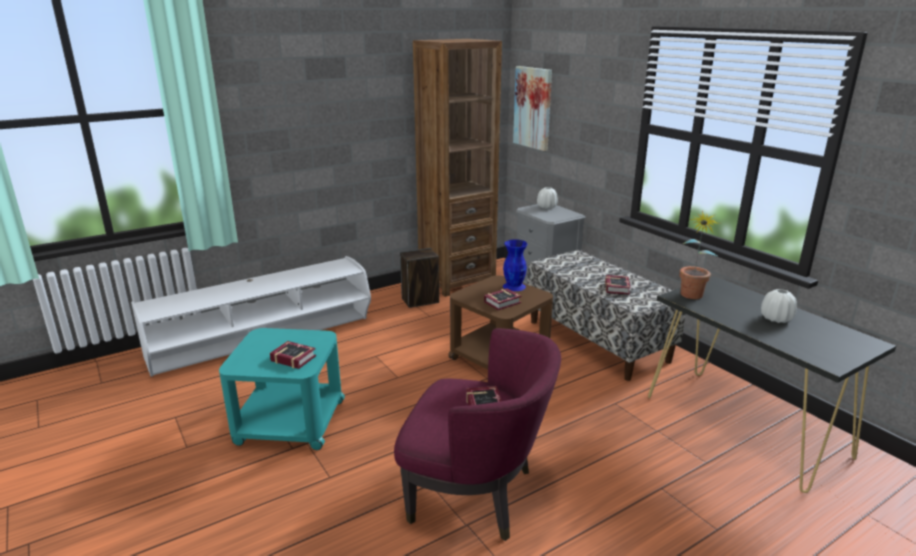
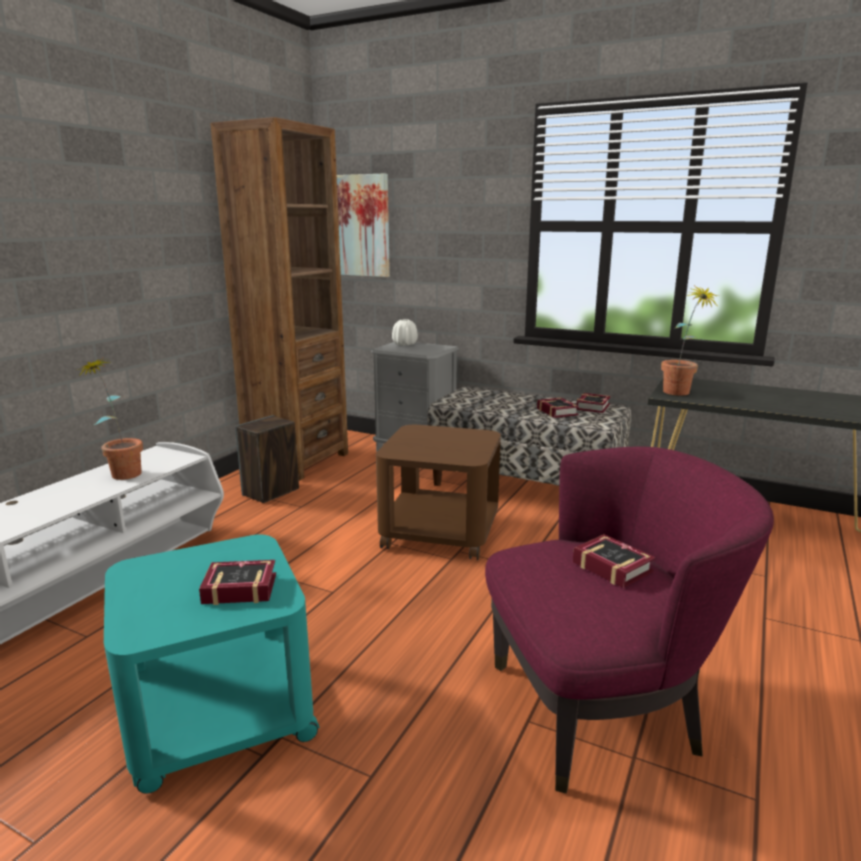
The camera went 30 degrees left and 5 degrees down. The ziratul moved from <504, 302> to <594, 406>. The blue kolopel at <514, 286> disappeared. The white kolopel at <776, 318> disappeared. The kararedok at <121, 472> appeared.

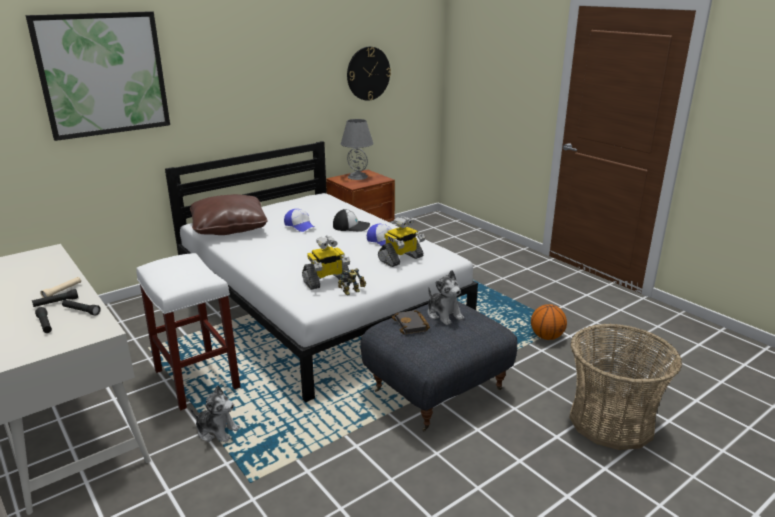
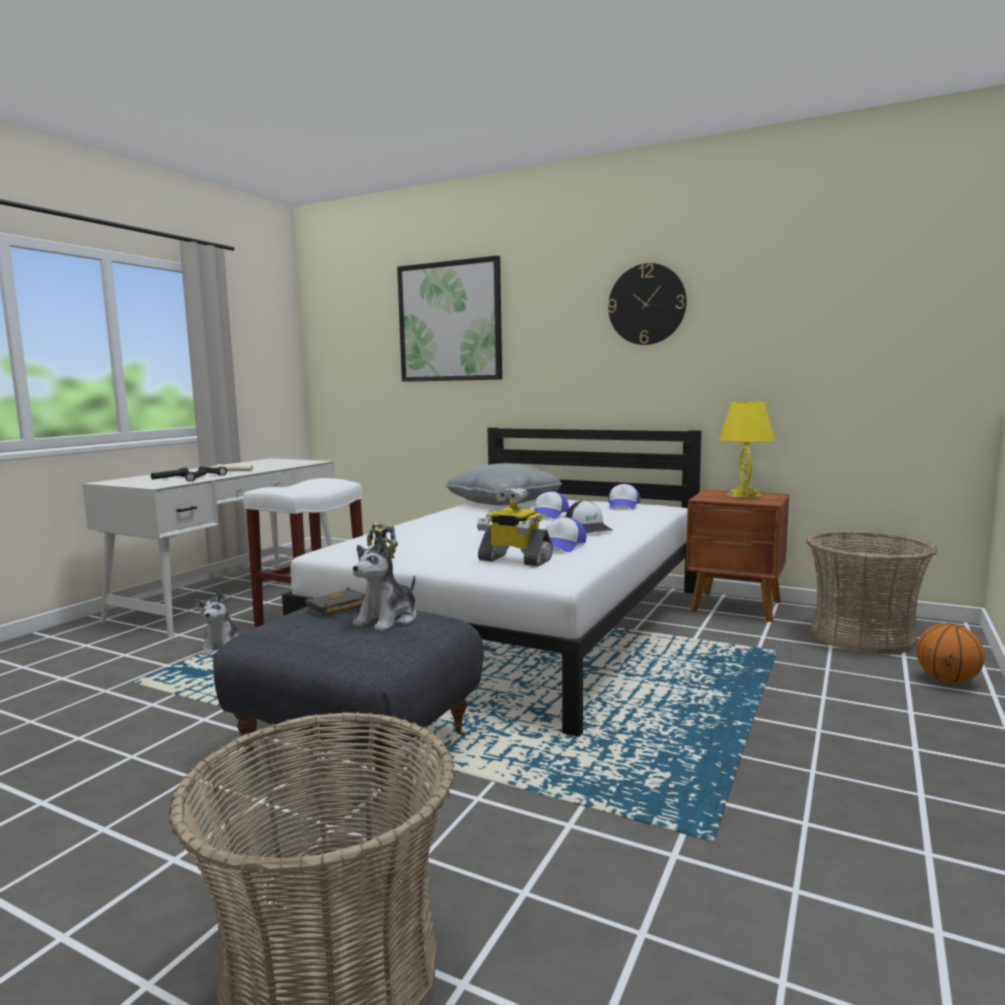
The camera went 65 degrees right and 15 degrees down. The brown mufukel at <229, 228> became the grey mufukel at <503, 503>. The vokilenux at <327, 281> disappeared. The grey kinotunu at <357, 177> became the yellow kinotunu at <743, 495>. The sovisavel moved from <368, 73> to <646, 304>. The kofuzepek moved from <546, 337> to <947, 680>. The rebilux at <623, 506> appeared. The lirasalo at <862, 636> appeared.

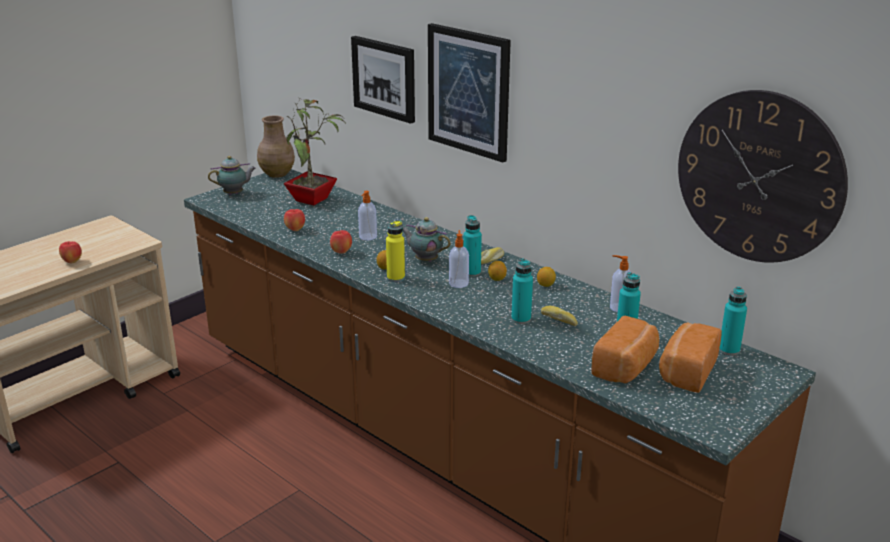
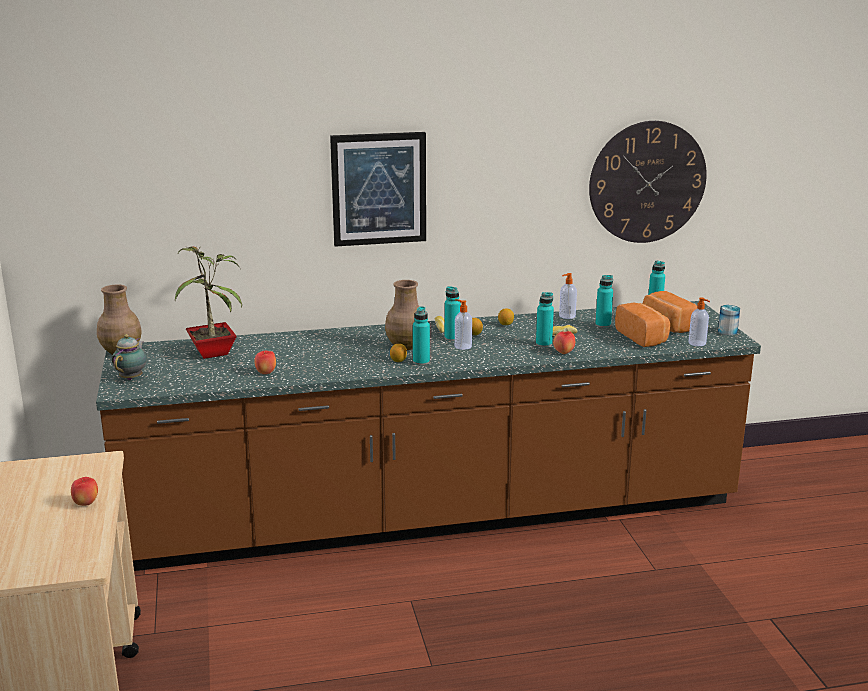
The camera went 55 degrees left and 5 degrees down. The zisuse moved from <341, 252> to <563, 353>. The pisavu at <385, 78> disappeared. The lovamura moved from <367, 237> to <697, 343>. The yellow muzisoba at <396, 278> became the turquoise muzisoba at <421, 362>. The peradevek at <425, 260> was replaced by the brown kolopel at <406, 345>. The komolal at <727, 332> appeared.

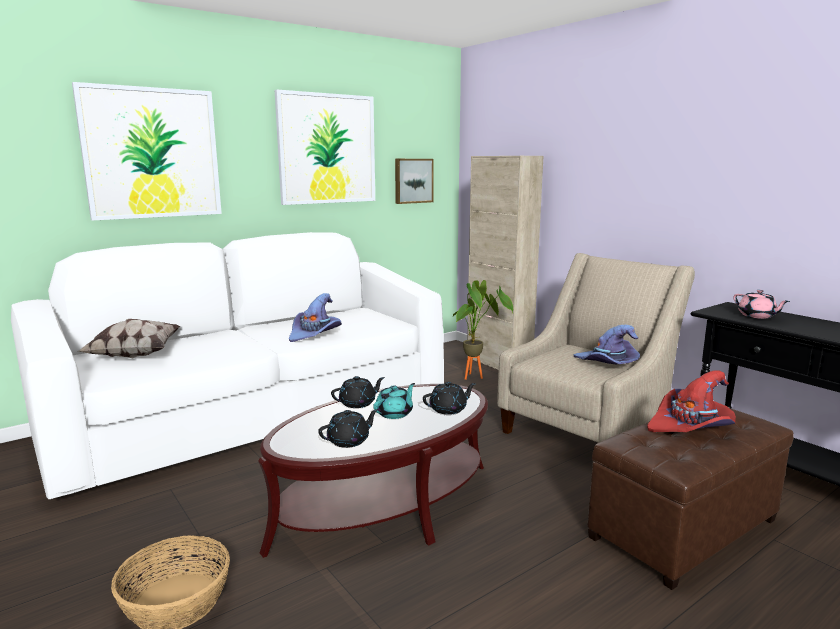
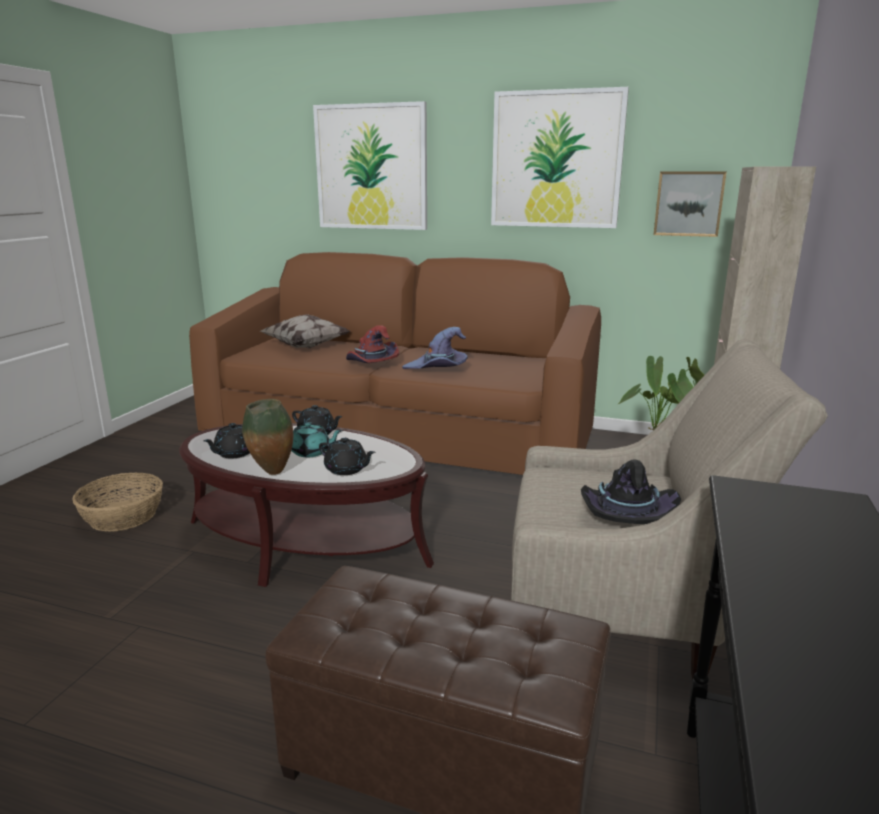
The camera went 55 degrees right and 5 degrees up. The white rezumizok at <256, 414> became the brown rezumizok at <398, 434>. The black peradevek at <349, 441> turned 105 degrees clockwise. The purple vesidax at <607, 364> became the black vesidax at <625, 516>. The red vesidax moved from <690, 426> to <370, 364>. The pink peradevek at <757, 316> disappeared. The kolopel at <272, 473> appeared.

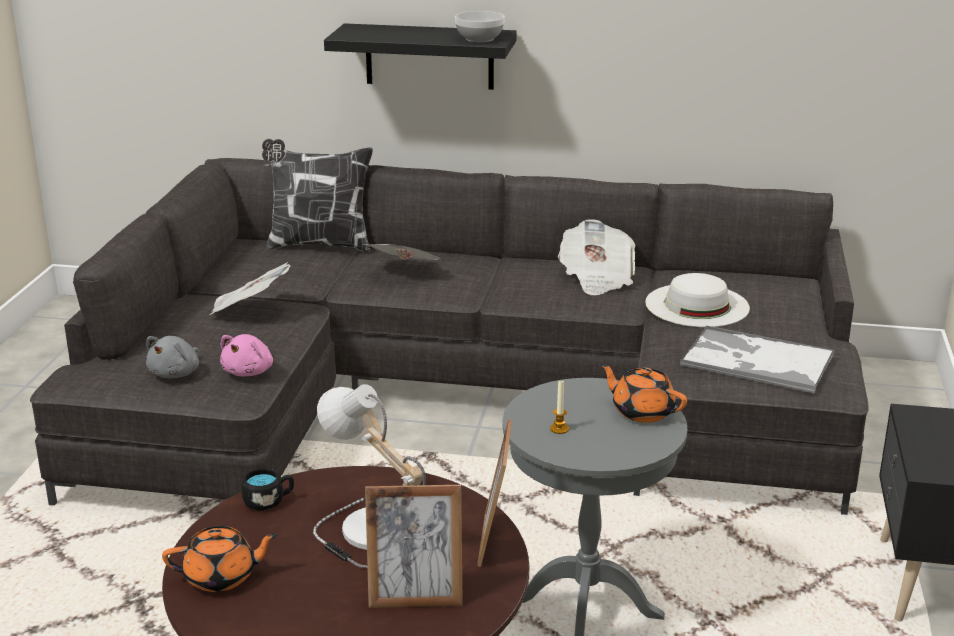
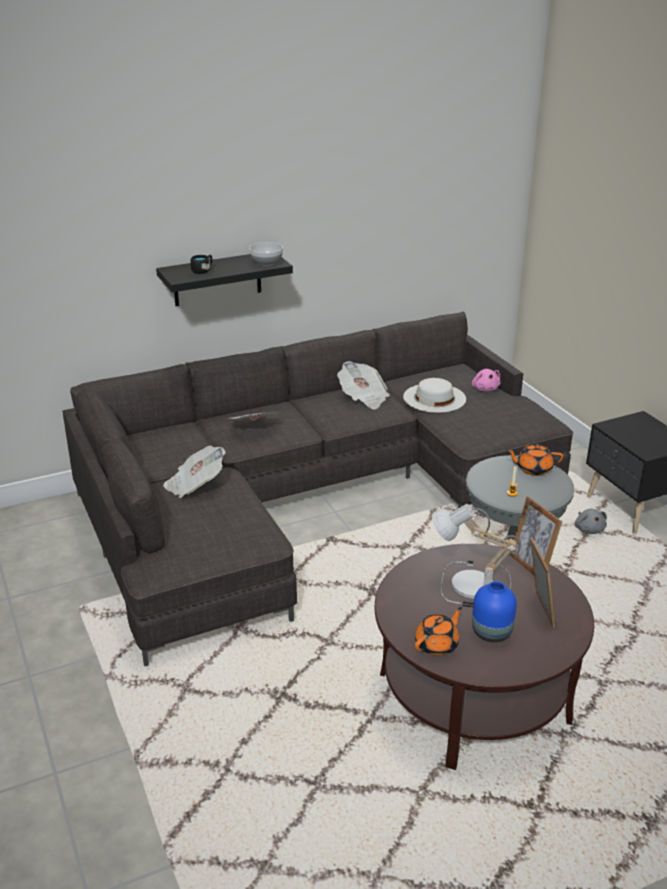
The camera went 35 degrees left and 5 degrees up. The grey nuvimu moved from <176, 373> to <589, 529>. The pink nuvimu moved from <249, 371> to <485, 389>. The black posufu moved from <269, 501> to <203, 270>. The mufukel at <318, 245> disappeared. The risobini at <415, 598> turned 60 degrees counterclockwise. The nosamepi at <755, 361> disappeared. The blue kolopel at <492, 632> appeared.

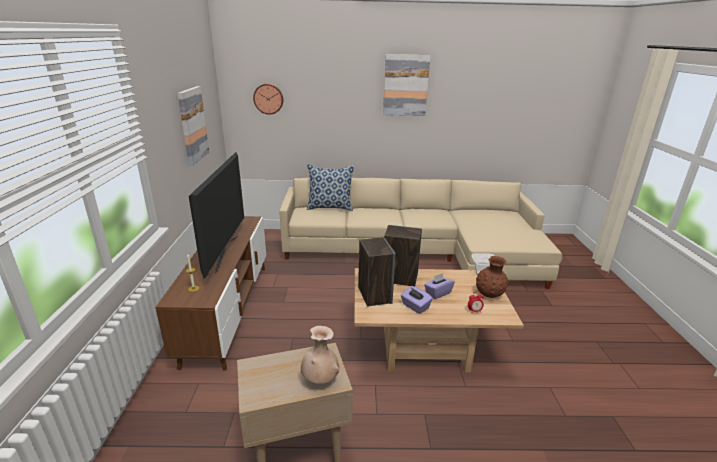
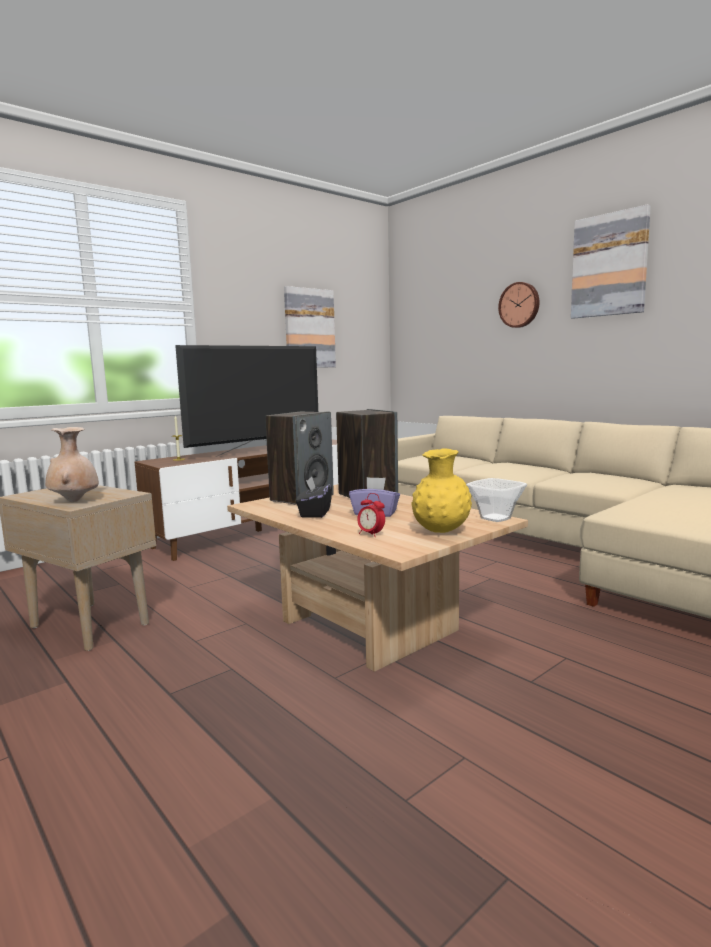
The camera went 50 degrees right and 15 degrees down. The sovisavel moved from <268, 98> to <520, 305>. The mufukel at <330, 207> disappeared. The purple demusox at <415, 306> became the black demusox at <314, 513>. The brown kolopel at <489, 295> became the yellow kolopel at <441, 531>.

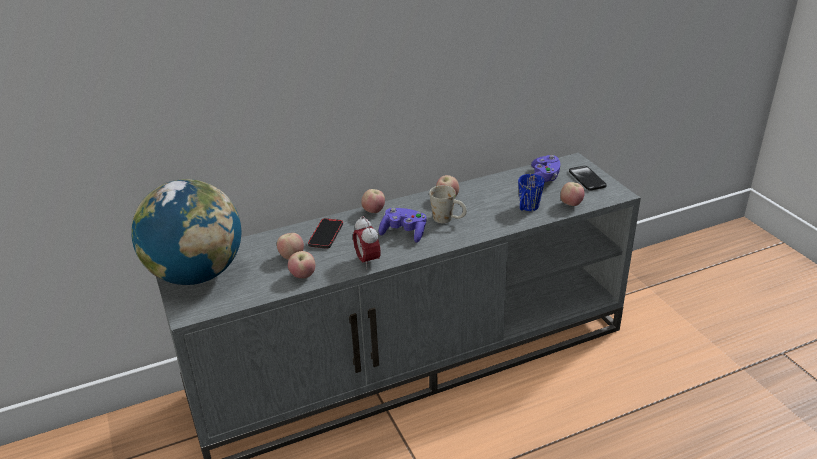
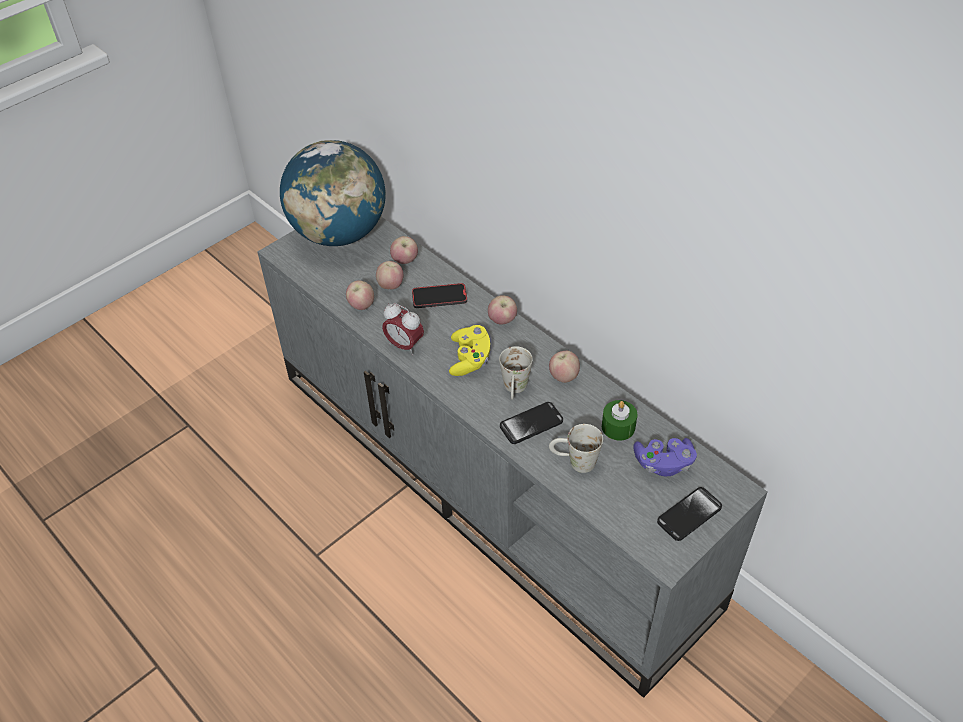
The camera went 70 degrees right and 15 degrees up. The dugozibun at <367, 261> turned 105 degrees counterclockwise. The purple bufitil at <404, 233> became the yellow bufitil at <470, 359>. The blue posufu at <527, 209> became the white posufu at <574, 462>. The zisuse moved from <571, 205> to <405, 261>. The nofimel at <531, 424> appeared. The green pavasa at <618, 427> appeared.

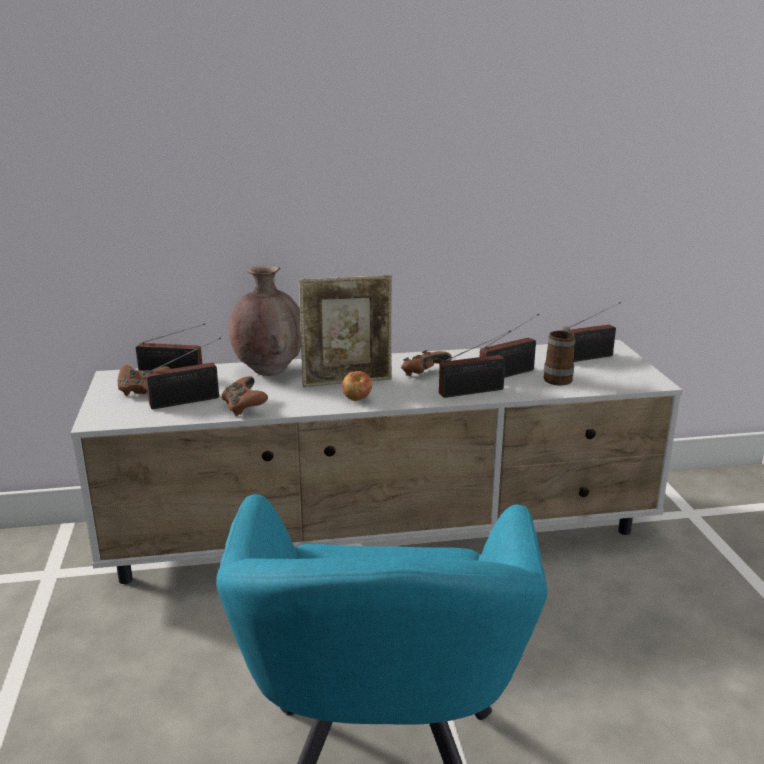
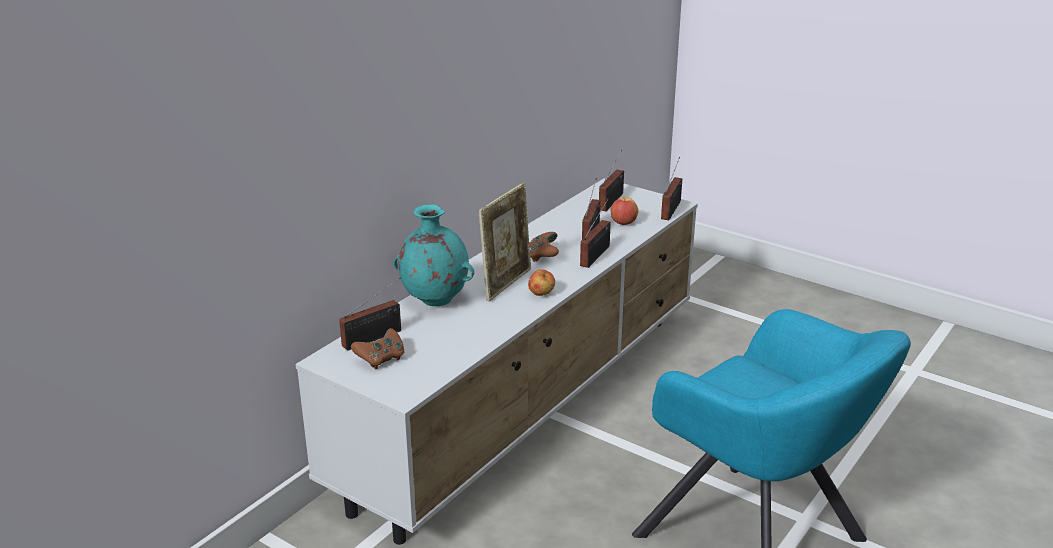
The camera went 45 degrees left and 5 degrees up. The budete moved from <188, 401> to <672, 209>. The brown bufitil at <244, 408> disappeared. The brown kolopel at <268, 371> became the turquoise kolopel at <434, 300>. The posufu at <559, 377> was replaced by the zisuse at <623, 223>.

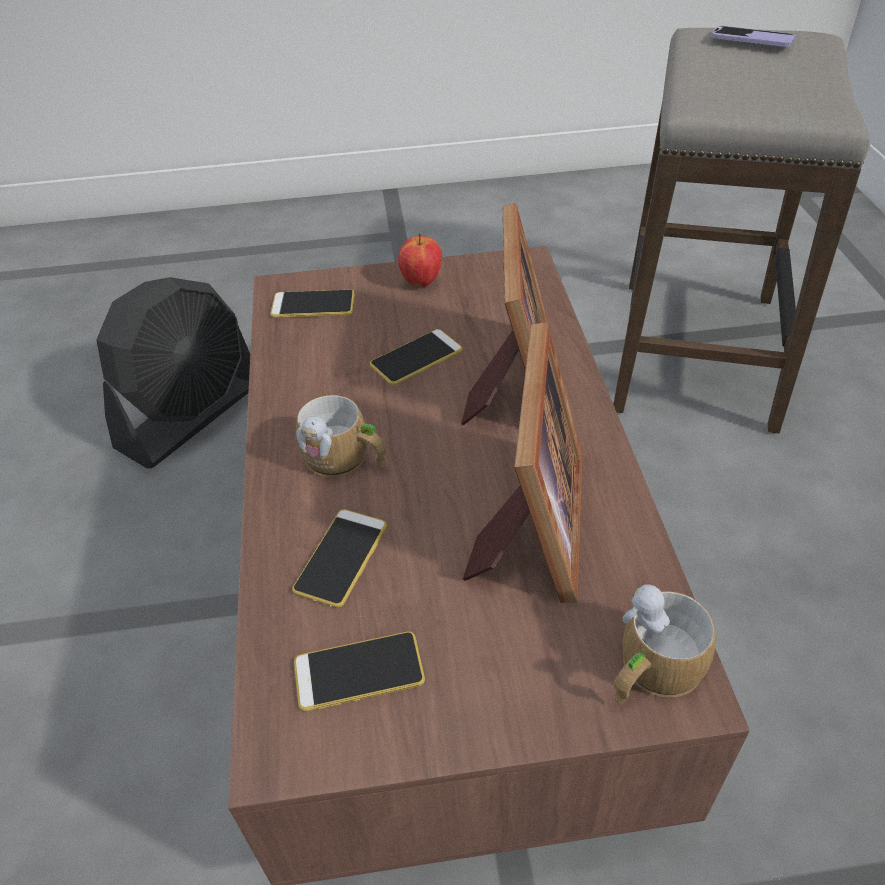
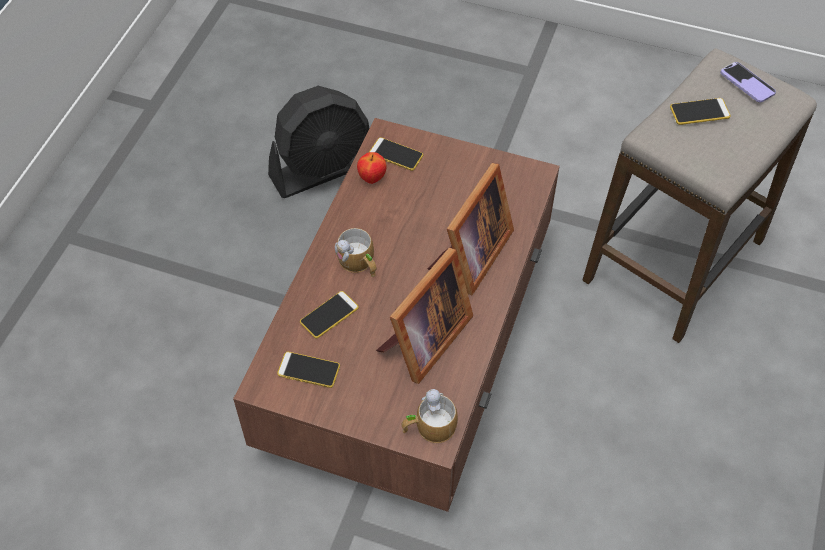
The camera went 25 degrees right and 10 degrees up. The nofimel moved from <416, 358> to <699, 112>. The zisuse moved from <421, 282> to <372, 178>.

